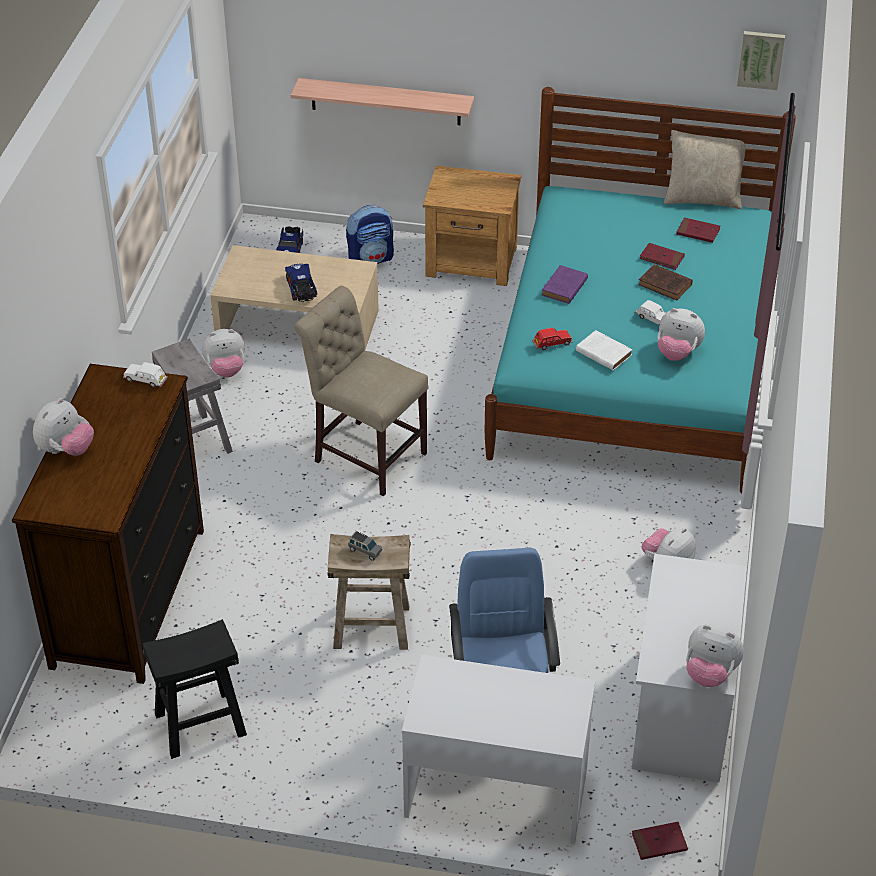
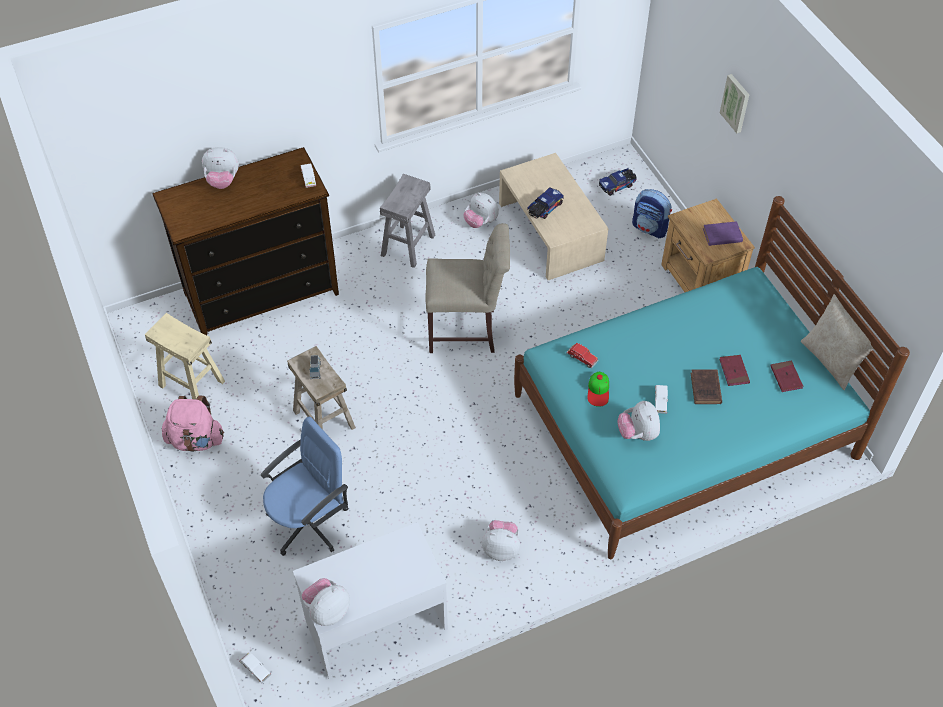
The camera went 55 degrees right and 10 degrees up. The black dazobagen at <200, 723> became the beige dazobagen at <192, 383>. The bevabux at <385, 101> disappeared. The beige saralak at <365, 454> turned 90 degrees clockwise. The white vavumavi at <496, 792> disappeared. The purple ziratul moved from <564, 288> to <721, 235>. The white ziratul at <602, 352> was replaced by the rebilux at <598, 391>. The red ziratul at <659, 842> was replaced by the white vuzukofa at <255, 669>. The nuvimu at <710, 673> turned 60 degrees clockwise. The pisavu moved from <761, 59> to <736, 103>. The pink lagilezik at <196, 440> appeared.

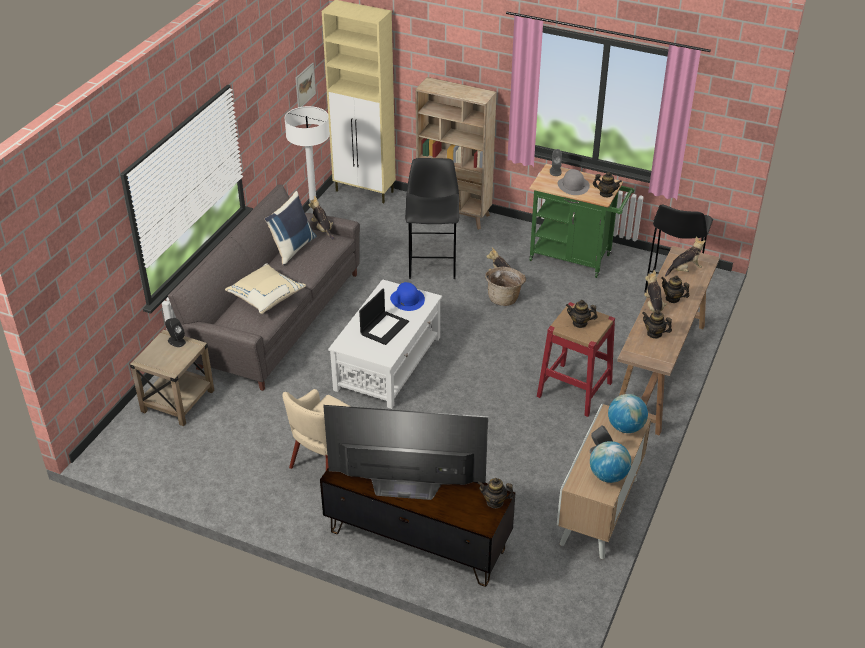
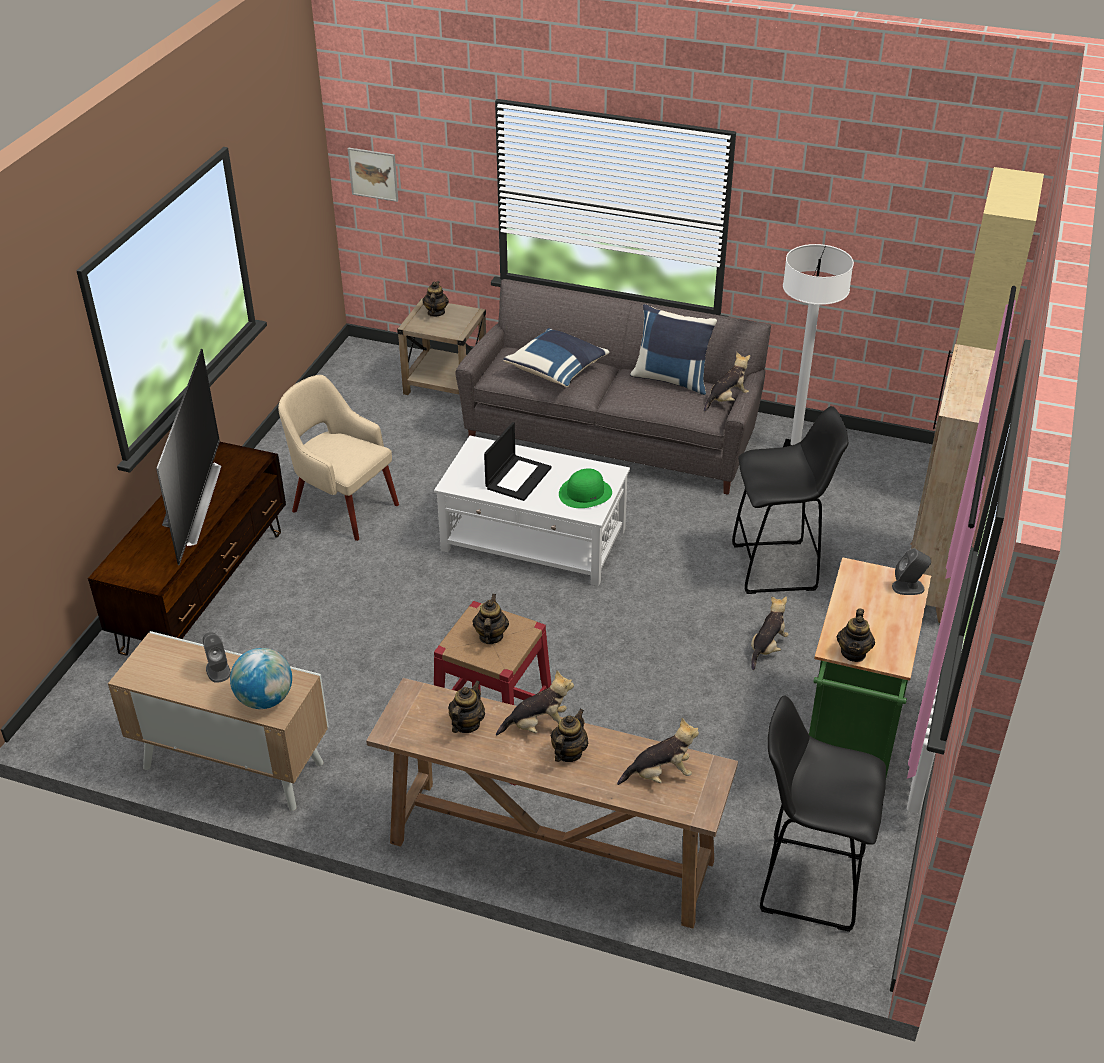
The camera went 85 degrees right and 0 degrees up. The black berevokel at <176, 341> disappeared. The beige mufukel at <266, 297> became the blue mufukel at <557, 370>. The pisavu moved from <305, 85> to <373, 174>. The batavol at <384, 327> turned 90 degrees counterclockwise. The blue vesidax at <407, 299> became the green vesidax at <585, 493>. The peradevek moved from <495, 502> to <435, 312>. The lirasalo at <504, 298> disappeared. The grey vesidax at <573, 185> disappeared. The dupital at <608, 475> disappeared. The nuvimu at <684, 270> turned 75 degrees counterclockwise.

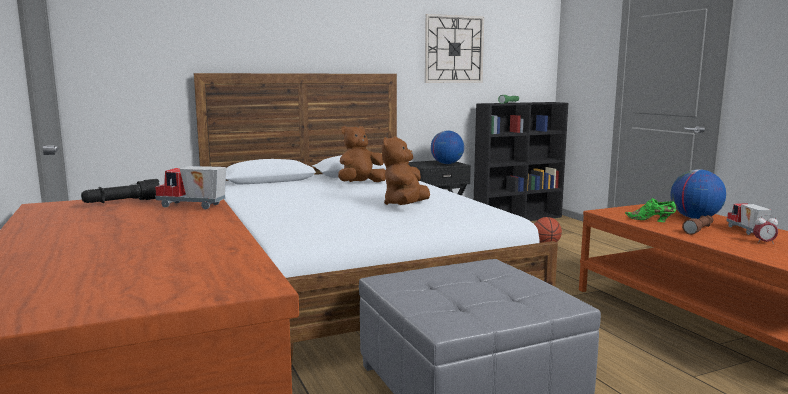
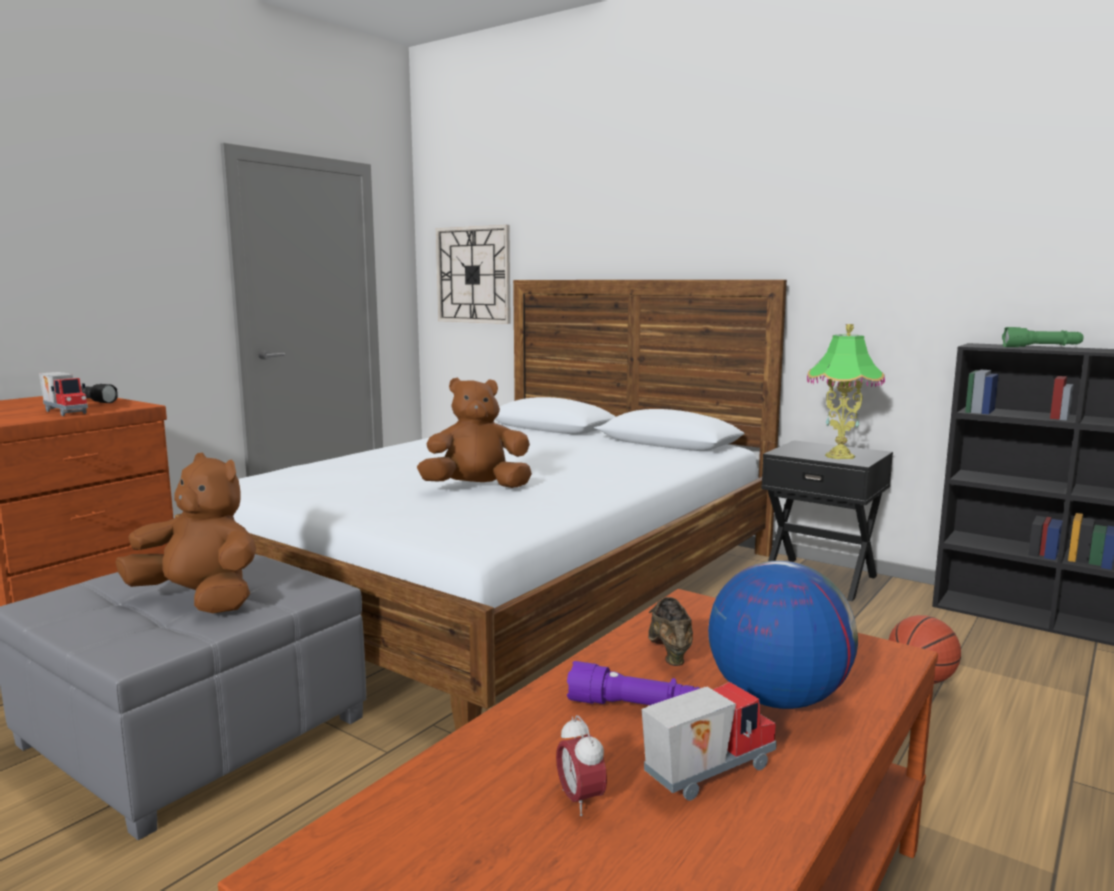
The camera went 60 degrees right and 0 degrees up. The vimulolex at <191, 206> turned 150 degrees clockwise. The brown nuvimu moved from <360, 184> to <200, 600>. The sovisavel moved from <454, 49> to <473, 275>. The dupital at <446, 164> was replaced by the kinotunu at <839, 456>. The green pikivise at <651, 220> became the brown pikivise at <669, 651>. The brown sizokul at <699, 230> became the purple sizokul at <636, 708>.

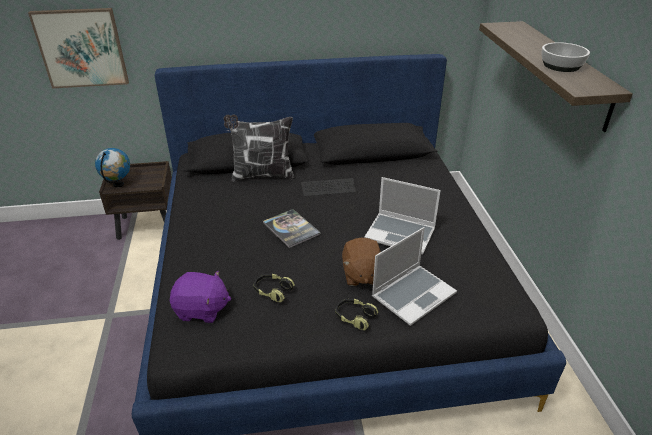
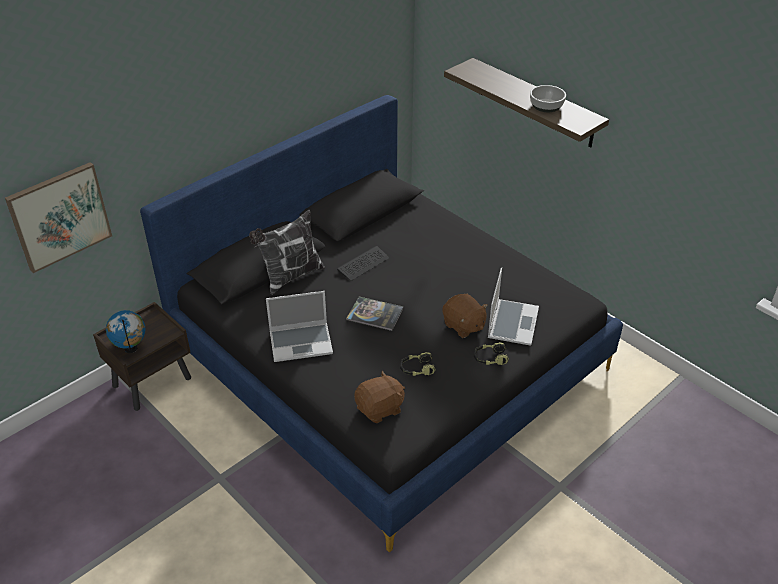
The camera went 35 degrees left and 5 degrees up. The purple nuvimu at <201, 310> became the brown nuvimu at <380, 409>. The batavol moved from <401, 234> to <301, 342>.

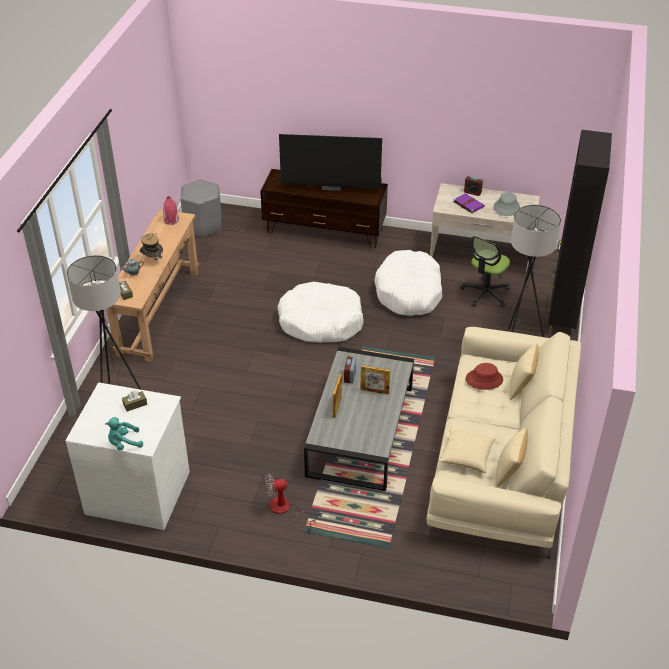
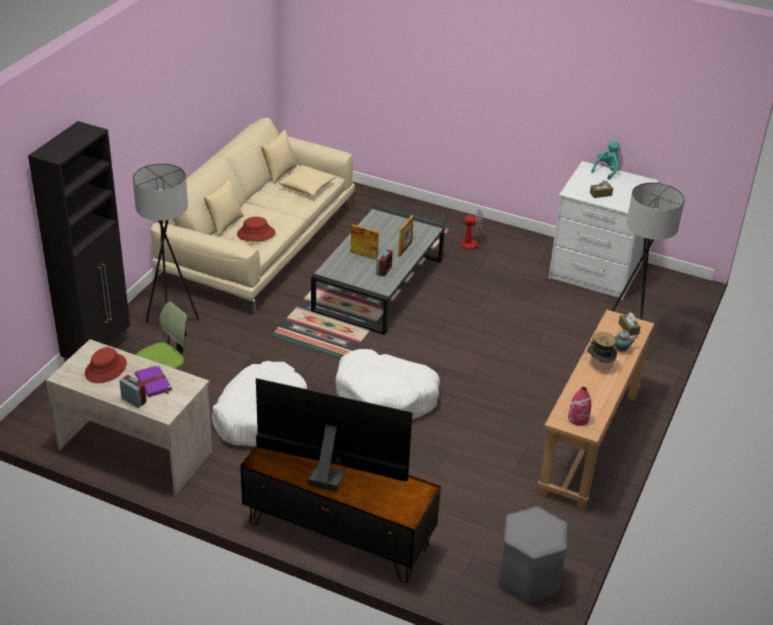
The camera went 170 degrees left and 5 degrees down. The turquoise nuvimu at <124, 443> turned 45 degrees counterclockwise. The grey vesidax at <506, 207> became the red vesidax at <106, 369>.

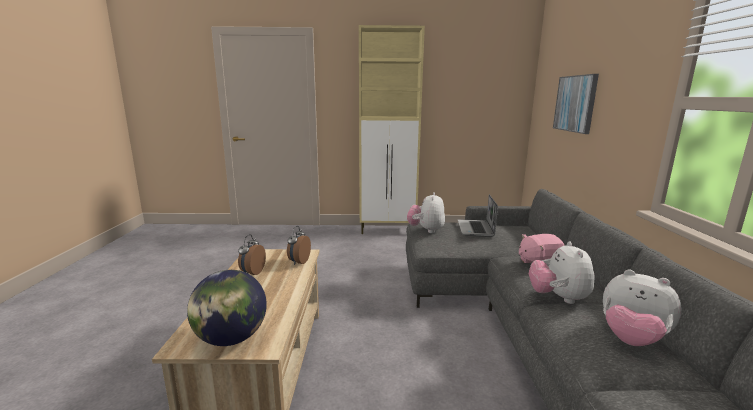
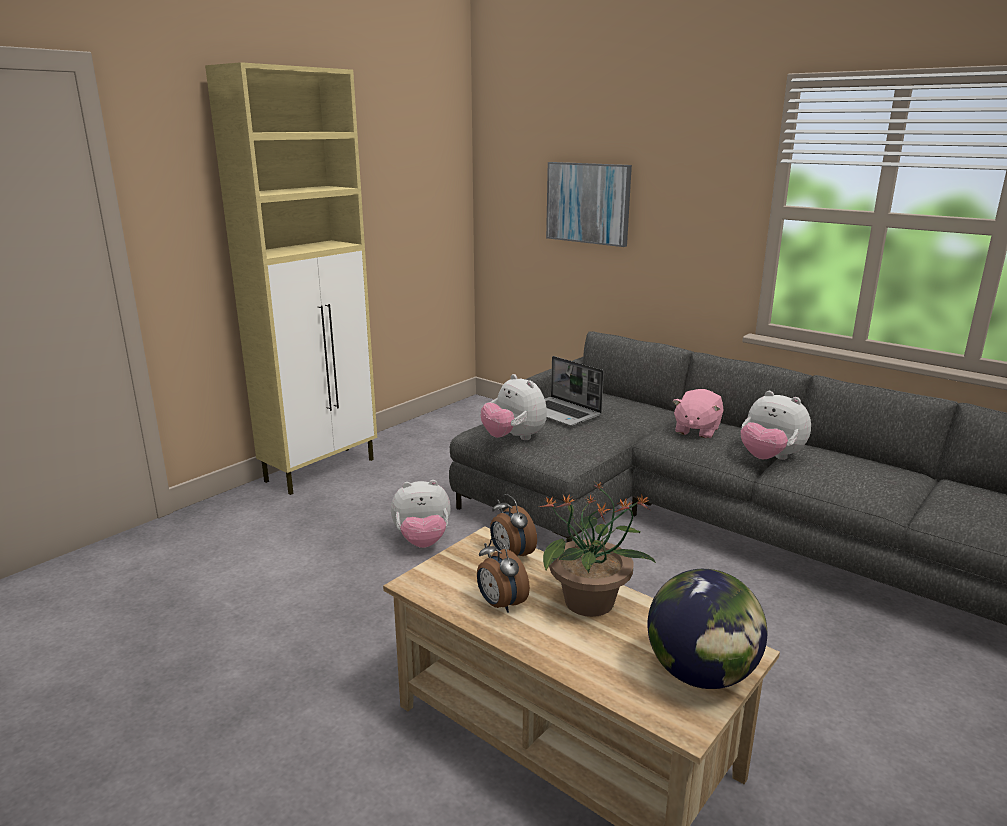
The camera went 50 degrees left and 5 degrees up. The nuvimu moved from <631, 339> to <422, 541>. The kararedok at <591, 602> appeared.

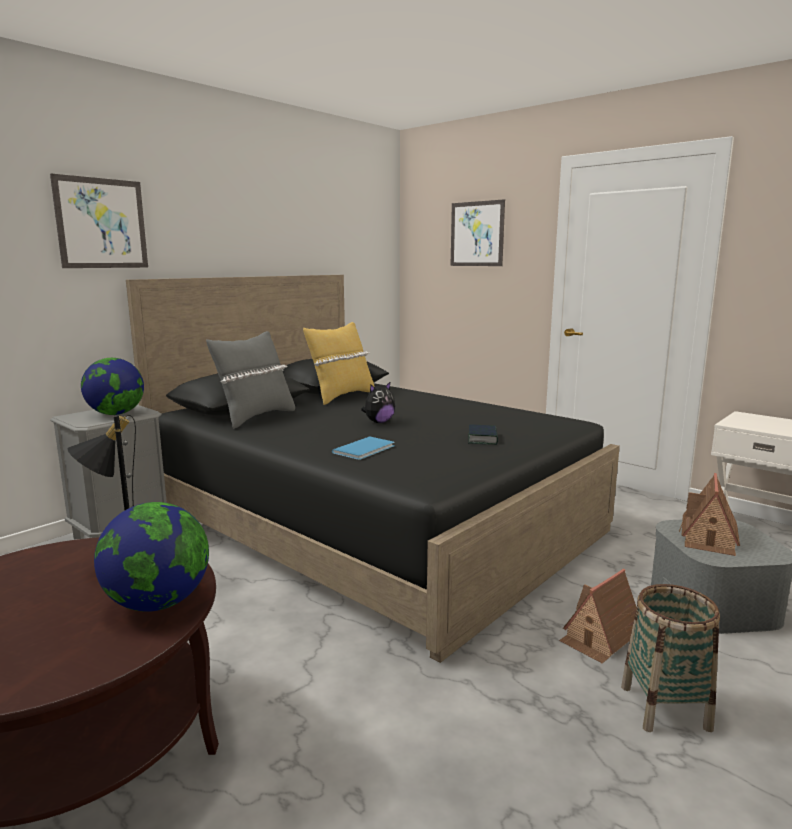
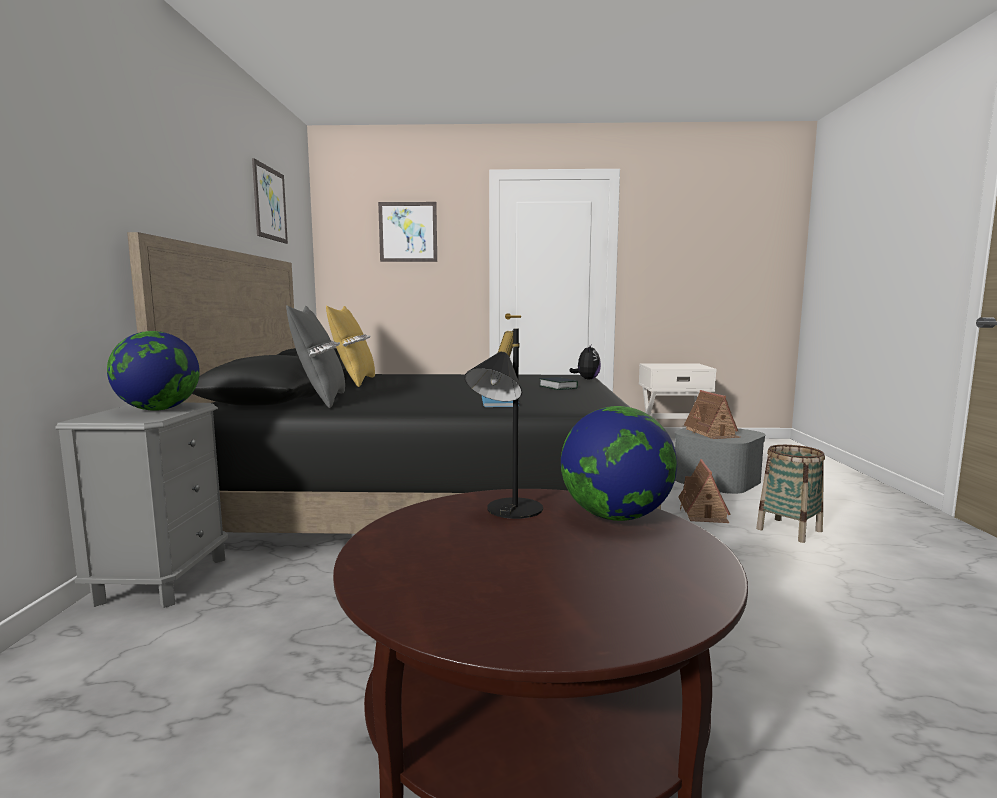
The camera went 40 degrees left and 5 degrees down. The pisavu moved from <101, 223> to <270, 203>. The nuvimu moved from <379, 422> to <586, 379>.

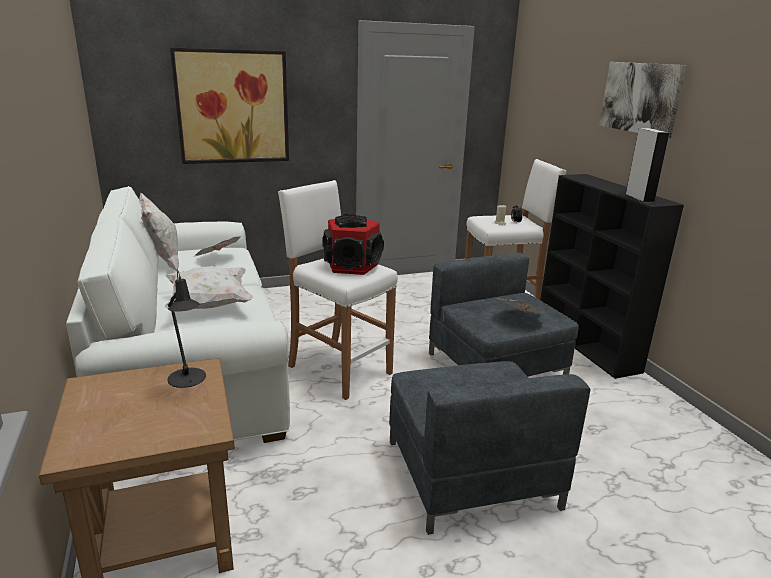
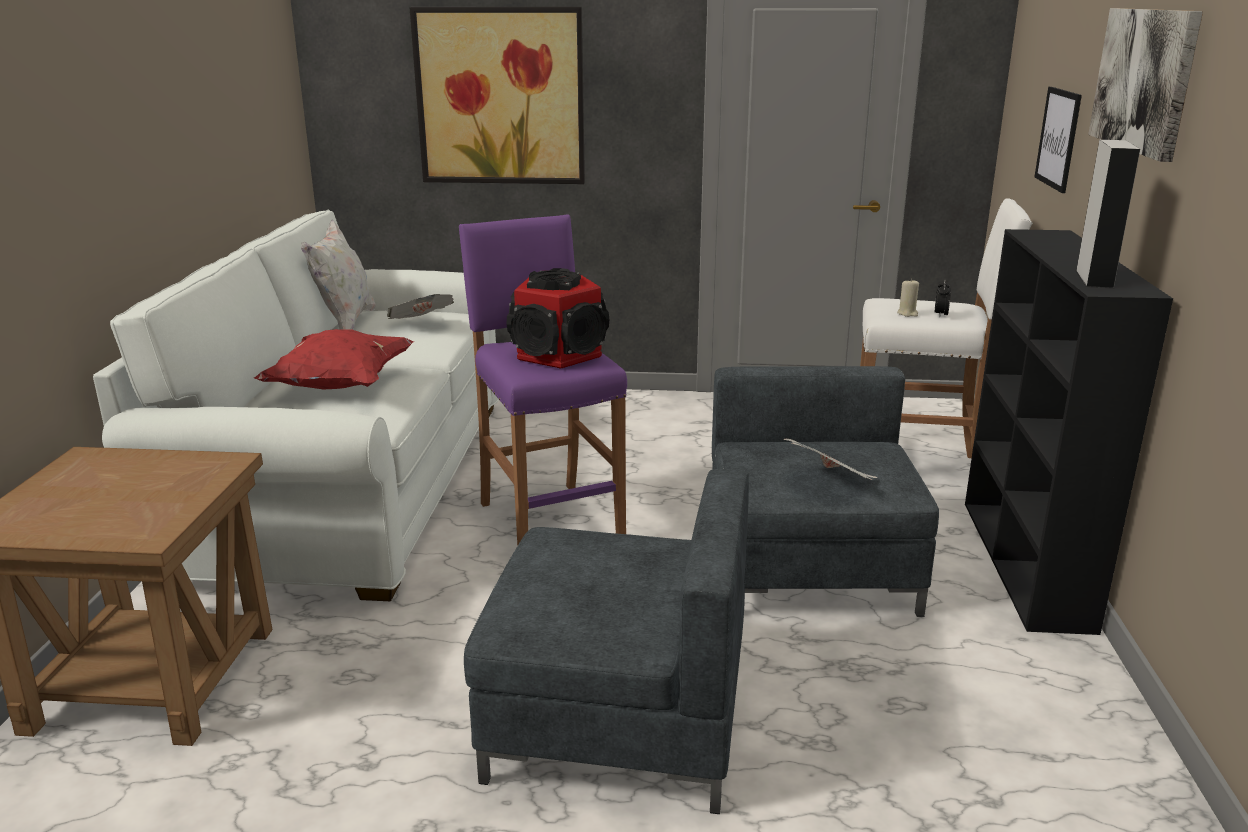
The camera went 25 degrees right and 0 degrees up. The white mufukel at <209, 304> became the red mufukel at <340, 386>. The black kinotunu at <188, 380> disappeared. The white dazobagen at <339, 369> became the purple dazobagen at <549, 522>. The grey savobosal at <471, 472> turned 90 degrees counterclockwise. The pisavu at <1058, 138> appeared.

